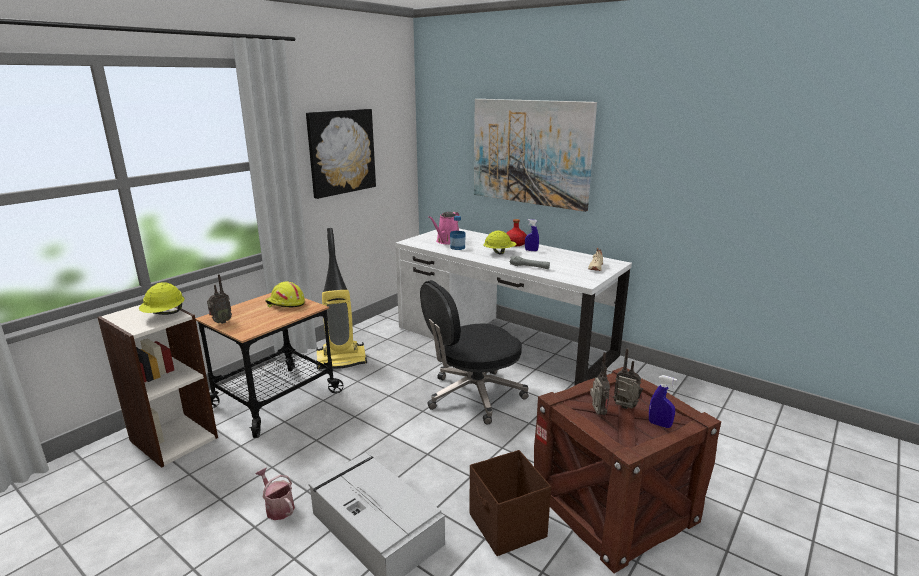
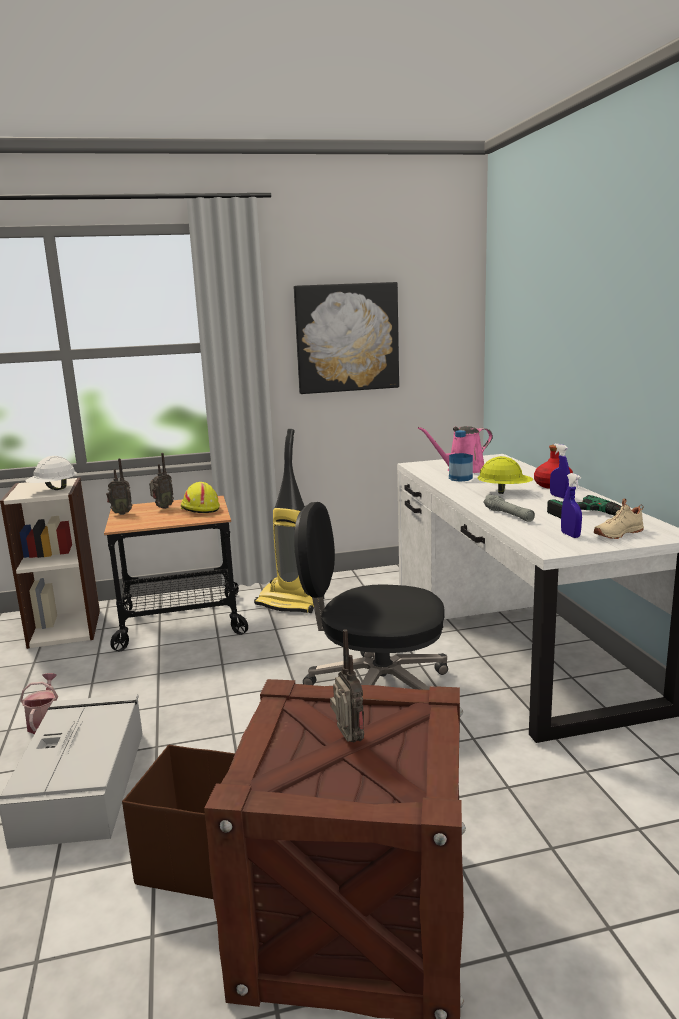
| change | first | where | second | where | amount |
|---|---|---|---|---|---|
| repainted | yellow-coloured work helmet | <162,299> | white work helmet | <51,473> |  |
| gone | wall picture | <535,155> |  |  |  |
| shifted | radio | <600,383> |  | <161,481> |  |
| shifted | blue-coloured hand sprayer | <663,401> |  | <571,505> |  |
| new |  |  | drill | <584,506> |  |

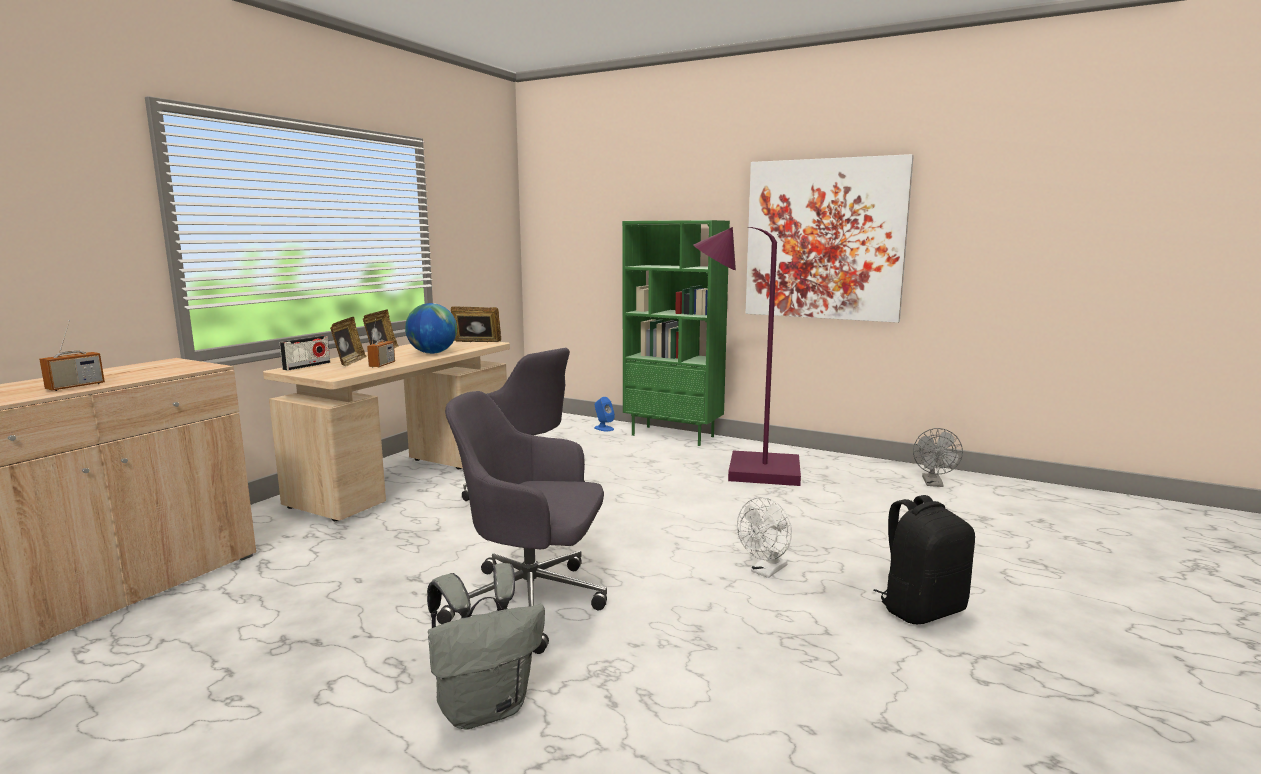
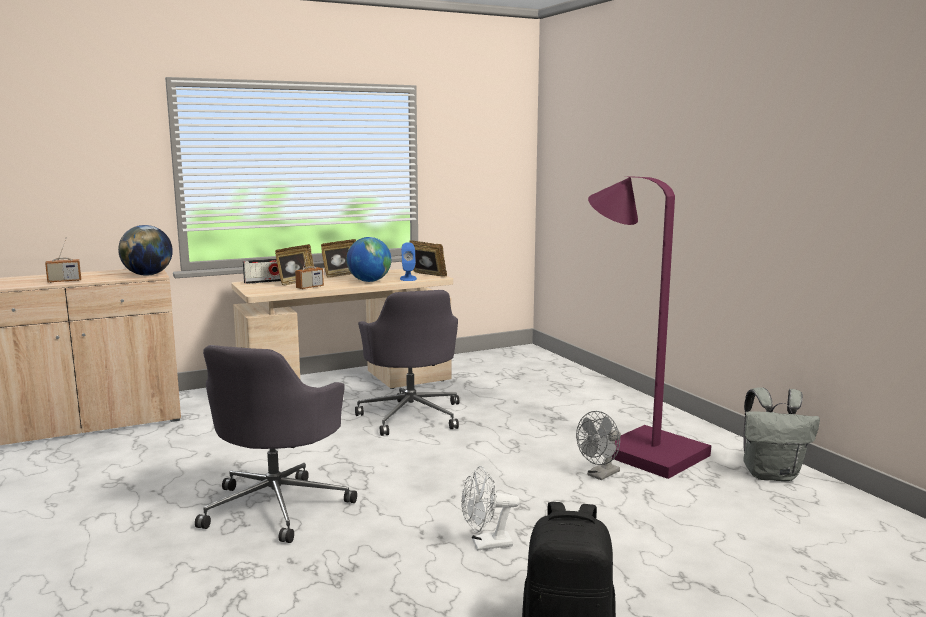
| change | first | where | second | where | amount |
|---|---|---|---|---|---|
| shifted | gray backpack | <486,646> |  | <781,434> |  |
| rotated | gray desk chair | <522,522> |  | <276,444> | 120 degrees counterclockwise |
| shifted | blue-coloured audio speaker | <604,414> |  | <408,261> |  |
| gone | green-coloured bookcase | <676,333> |  |  |  |
| gone | wall picture | <829,238> |  |  |  |
| shifted | gray electric fan | <938,457> |  | <598,445> |  |
| new |  |  | desk globe | <145,250> |  |

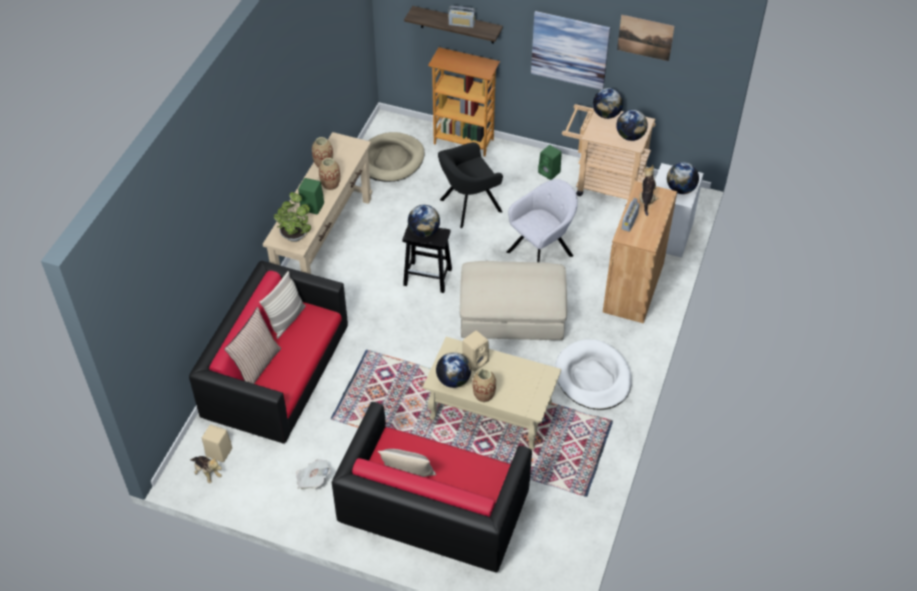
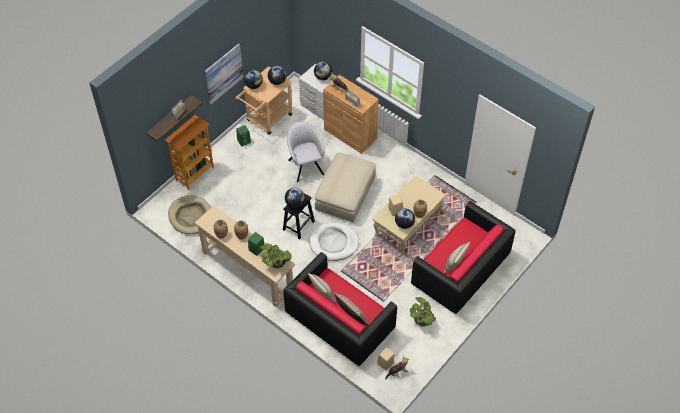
| change | first | where | second | where | amount |
|---|---|---|---|---|---|
| swapped | newspaper | <313,474> | houseplant | <423,312> |  |
| gone | black armchair | <470,185> |  |  |  |
| shifted | white pet bed | <593,374> |  | <334,242> |  |
| gone | wall picture | <646,38> |  |  |  |

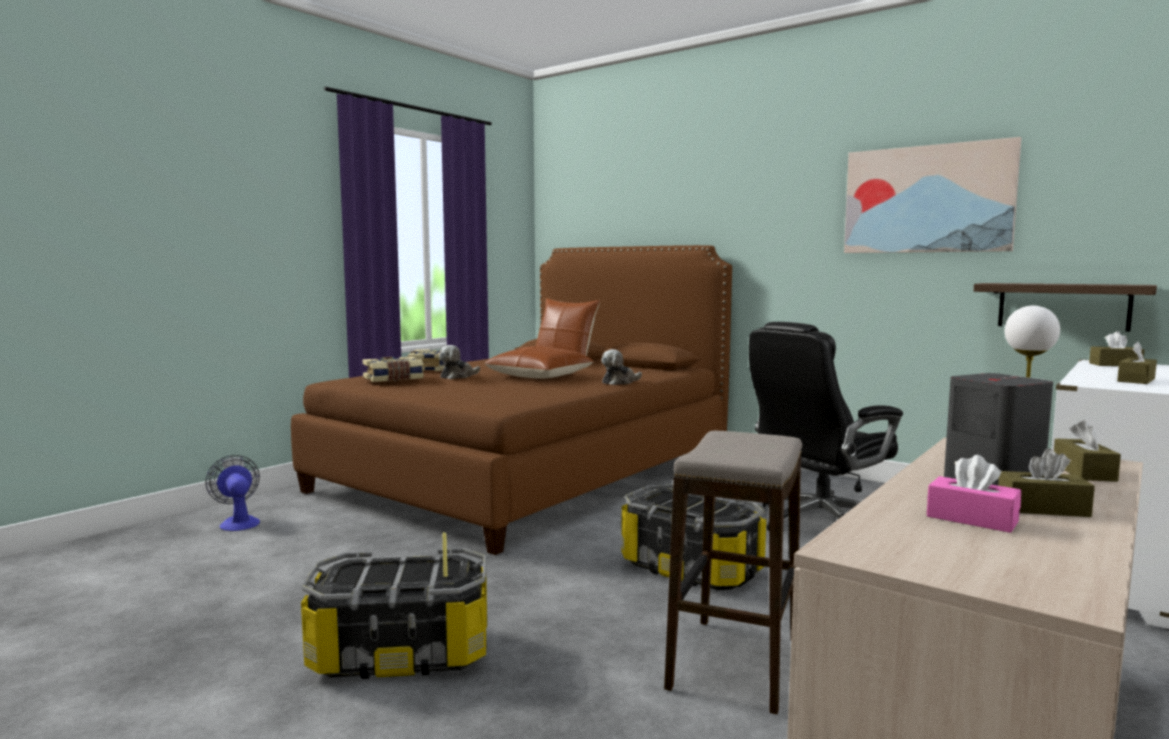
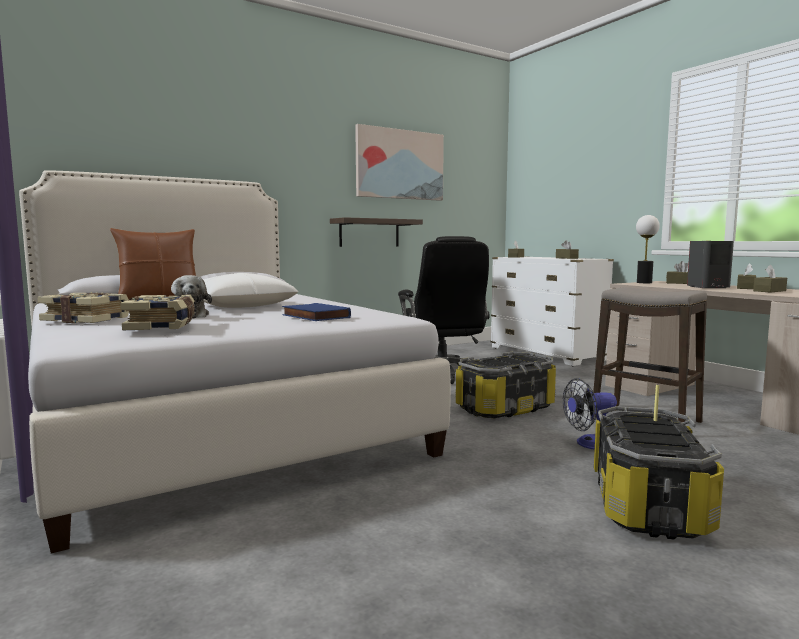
| change | first | where | second | where | amount |
|---|---|---|---|---|---|
| shifted | electric fan | <232,493> |  | <589,414> |  |
| repainted | brown-coloured bed | <511,400> | white bed | <235,362> |  |
| repainted | brown-coloured cushion | <539,362> | white cushion | <250,290> |  |
| gone | cuddly toy | <621,367> |  |  |  |
| repainted | pink tissue box | <974,494> | brown-coloured tissue box | <770,279> |  |
| shifted | wall shelf | <1065,307> |  | <376,232> |  |
| new |  |  | blue-coloured book | <316,312> |  |

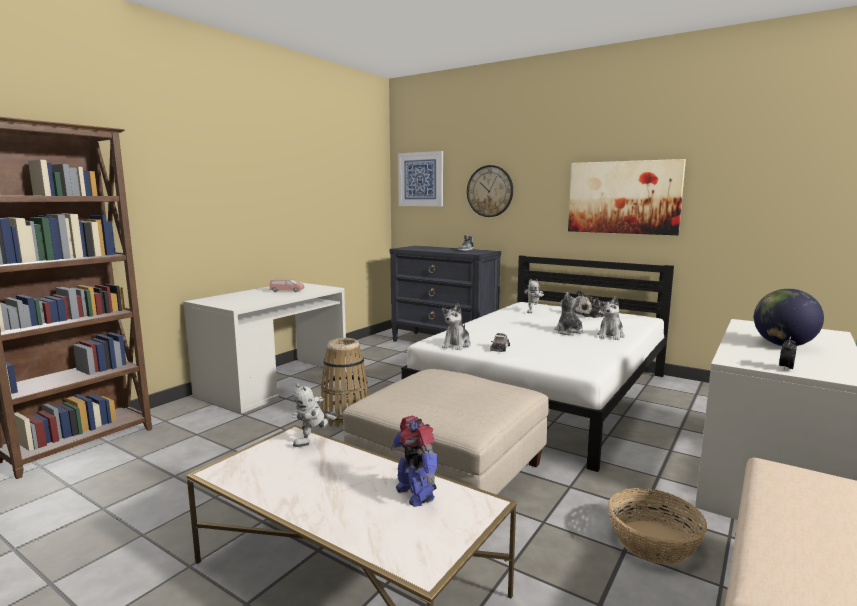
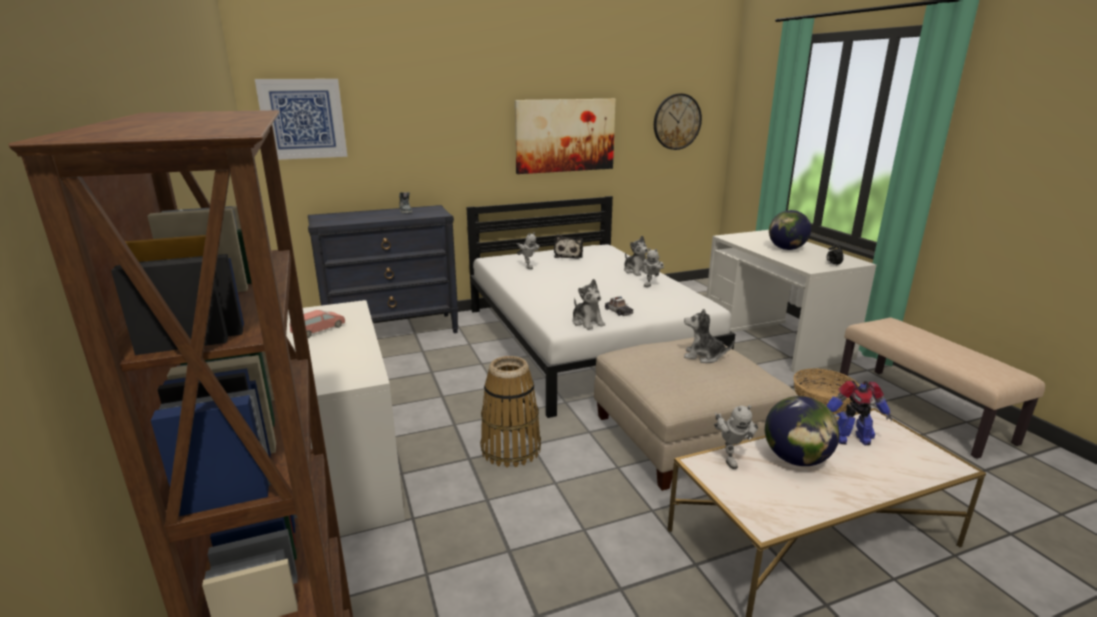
| change | first | where | second | where | amount |
|---|---|---|---|---|---|
| shifted | hanging clock | <490,191> |  | <678,121> |  |
| shifted | cuddly toy | <568,313> |  | <709,336> |  |
| new |  |  | model robot | <653,267> |  |
| new |  |  | desk globe | <802,431> |  |

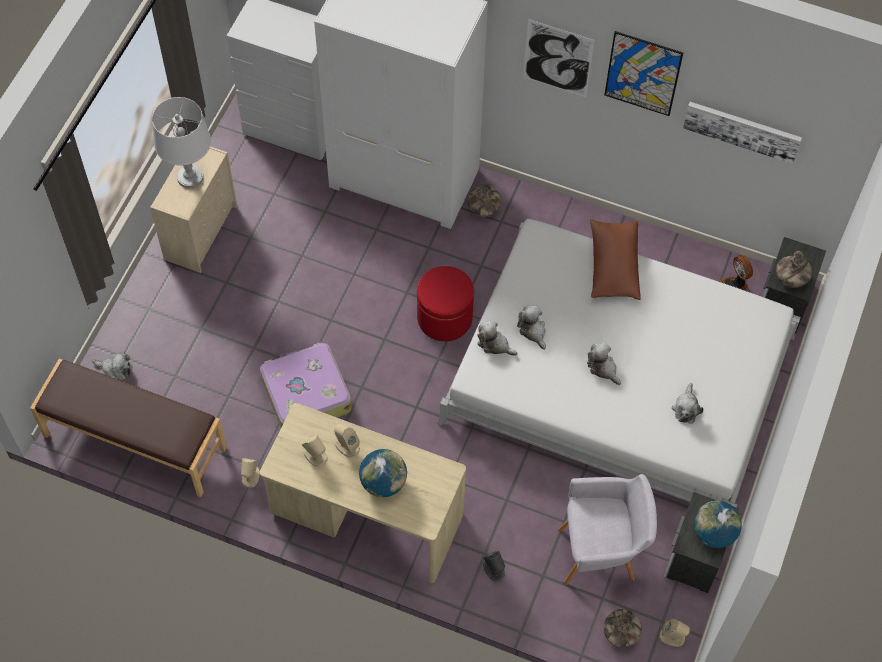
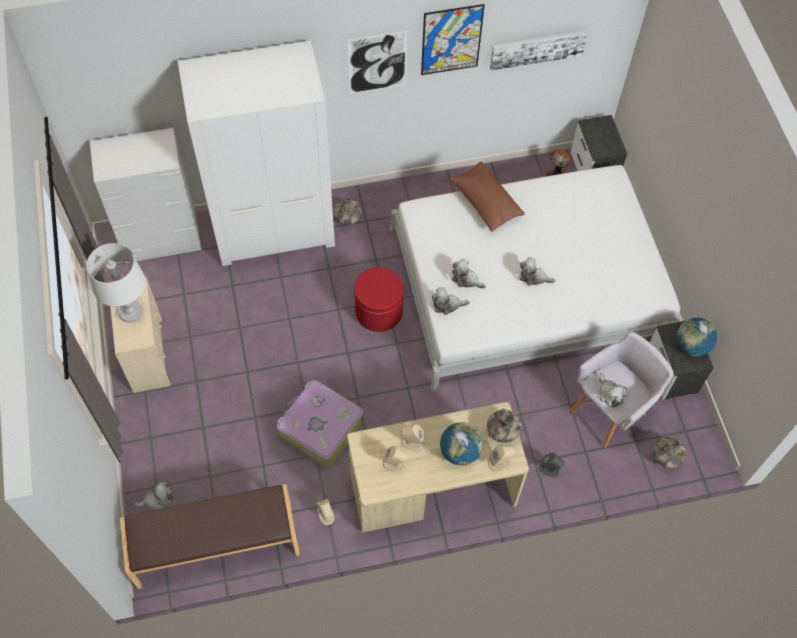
| change | first | where | second | where | amount |
|---|---|---|---|---|---|
| shifted | sand-coloured audio speaker | <674,633> |  | <501,459> |  |
| shifted | cuddly toy | <687,403> |  | <613,390> |  |
| shifted | flower vase | <794,269> |  | <504,426> |  |

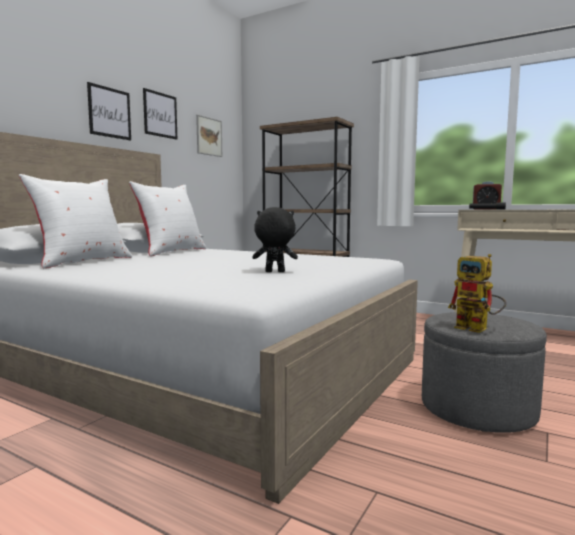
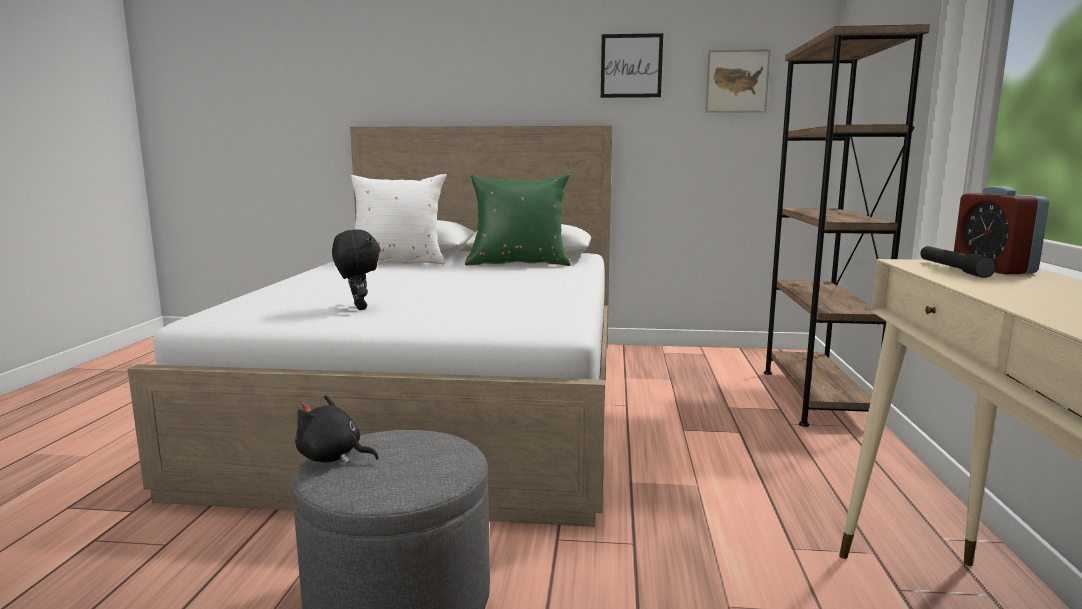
| change | first | where | second | where | amount |
|---|---|---|---|---|---|
| gone | wall picture | <109,111> |  |  |  |
| repainted | white cushion | <168,218> | green-coloured cushion | <518,220> |  |
| swapped | model robot | <477,293> | black cuddly toy | <337,429> |  |

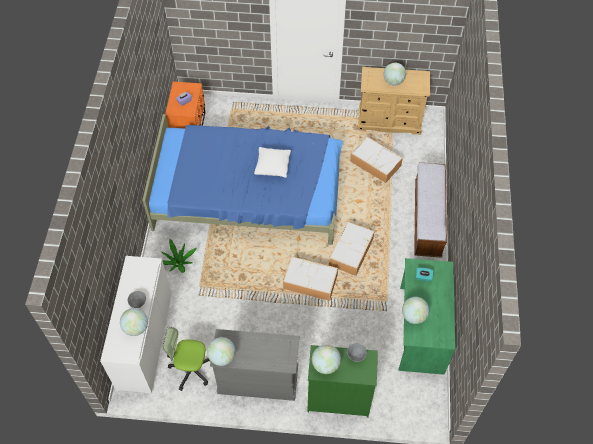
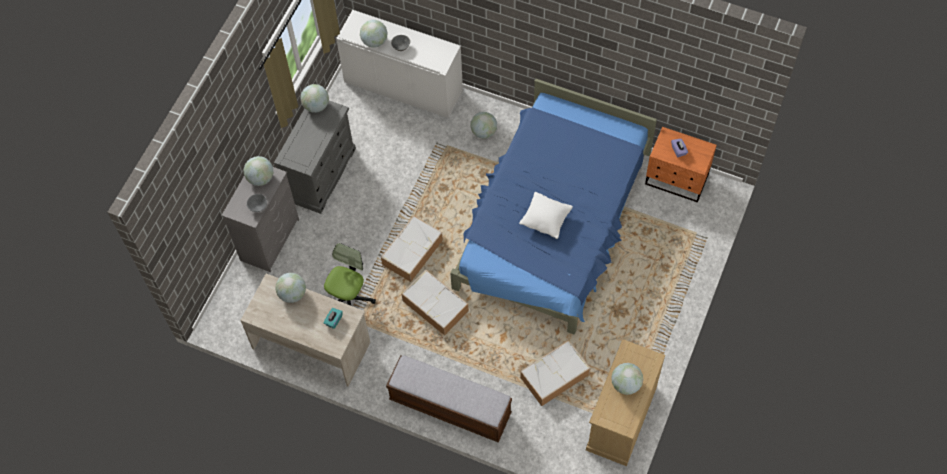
| change | first | where | second | where | amount |
|---|---|---|---|---|---|
| swapped | houseplant | <179,256> | desk globe | <483,125> |  |
| shifted | desk chair | <186,359> |  | <350,274> |  |
| repainted | green-coloured chest of drawers | <342,381> | gray chest of drawers | <260,219> |  |
| repainted | green-coloured desk | <427,316> | sand-coloured desk | <305,330> |  |

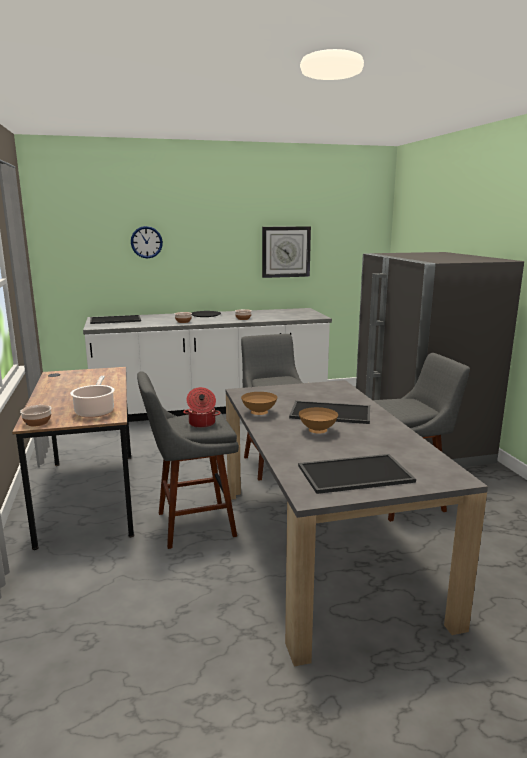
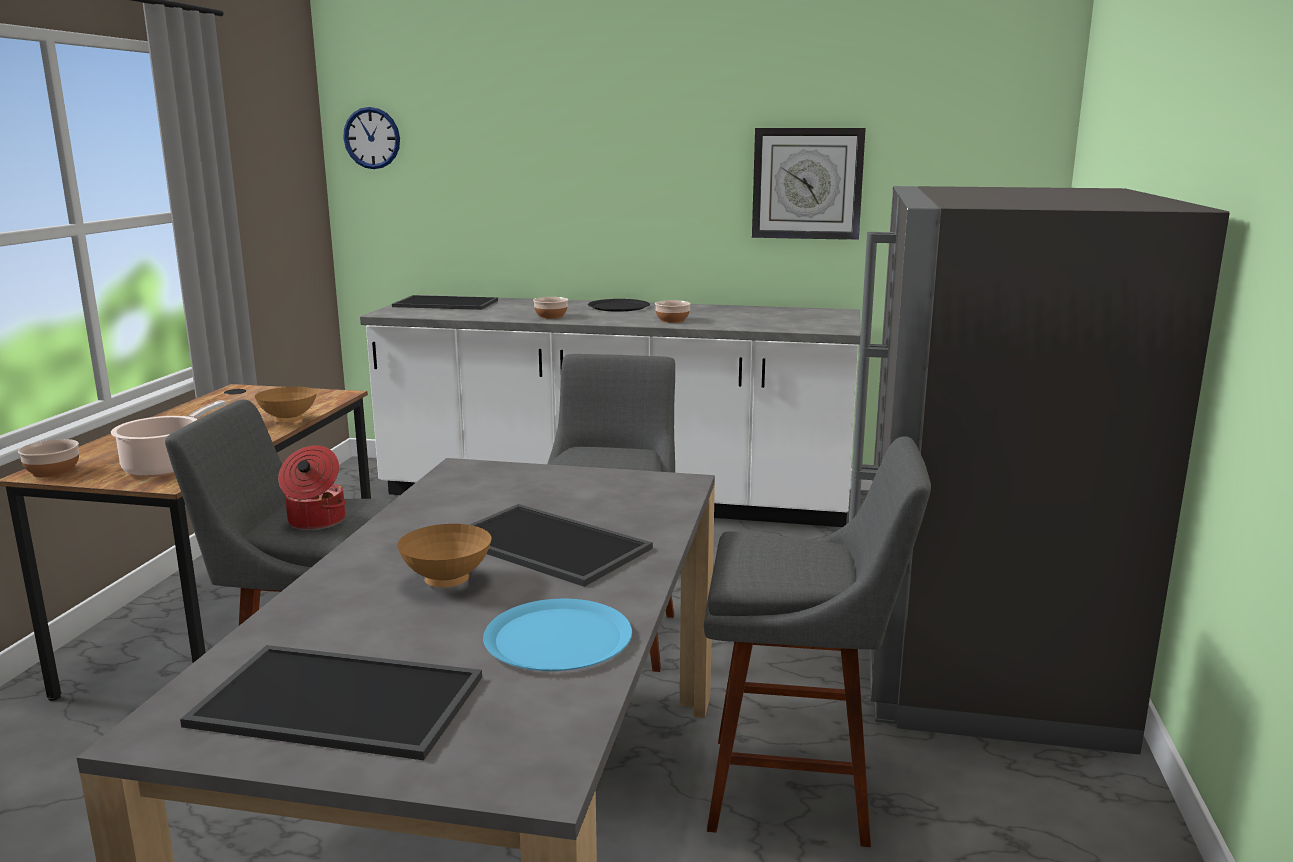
| change | first | where | second | where | amount |
|---|---|---|---|---|---|
| shifted | hanging clock | <147,242> |  | <371,138> |  |
| shifted | brown-coloured bowl | <259,403> |  | <286,404> |  |
| new |  |  | blue-coloured flat dish | <557,635> |  |

